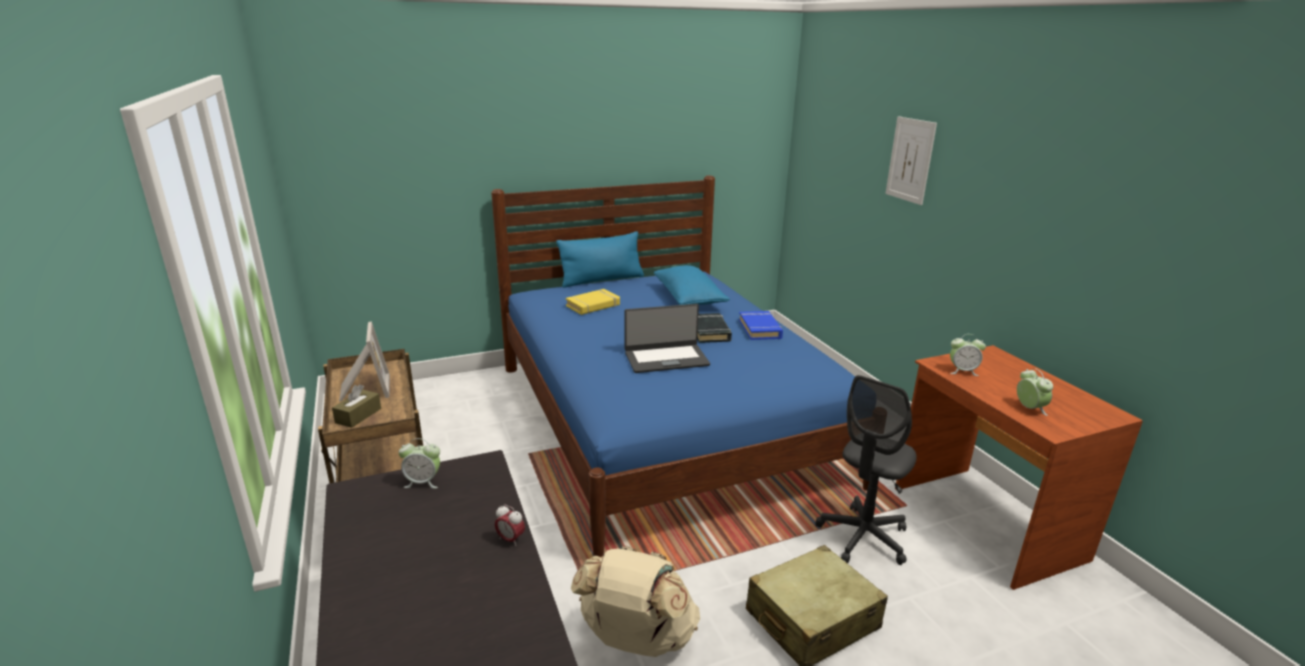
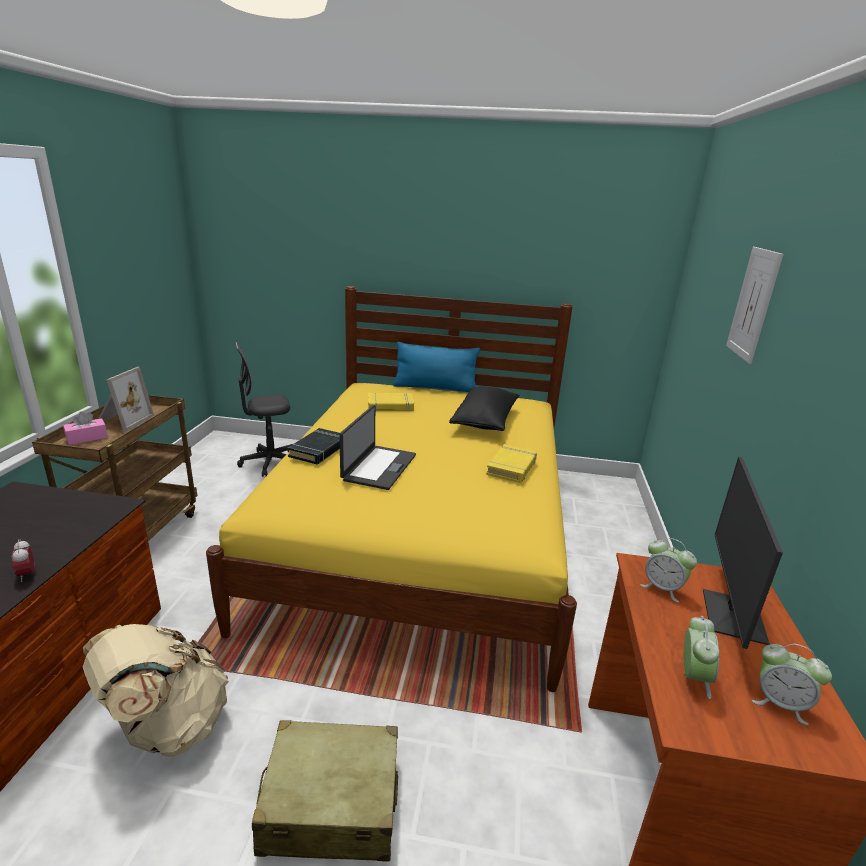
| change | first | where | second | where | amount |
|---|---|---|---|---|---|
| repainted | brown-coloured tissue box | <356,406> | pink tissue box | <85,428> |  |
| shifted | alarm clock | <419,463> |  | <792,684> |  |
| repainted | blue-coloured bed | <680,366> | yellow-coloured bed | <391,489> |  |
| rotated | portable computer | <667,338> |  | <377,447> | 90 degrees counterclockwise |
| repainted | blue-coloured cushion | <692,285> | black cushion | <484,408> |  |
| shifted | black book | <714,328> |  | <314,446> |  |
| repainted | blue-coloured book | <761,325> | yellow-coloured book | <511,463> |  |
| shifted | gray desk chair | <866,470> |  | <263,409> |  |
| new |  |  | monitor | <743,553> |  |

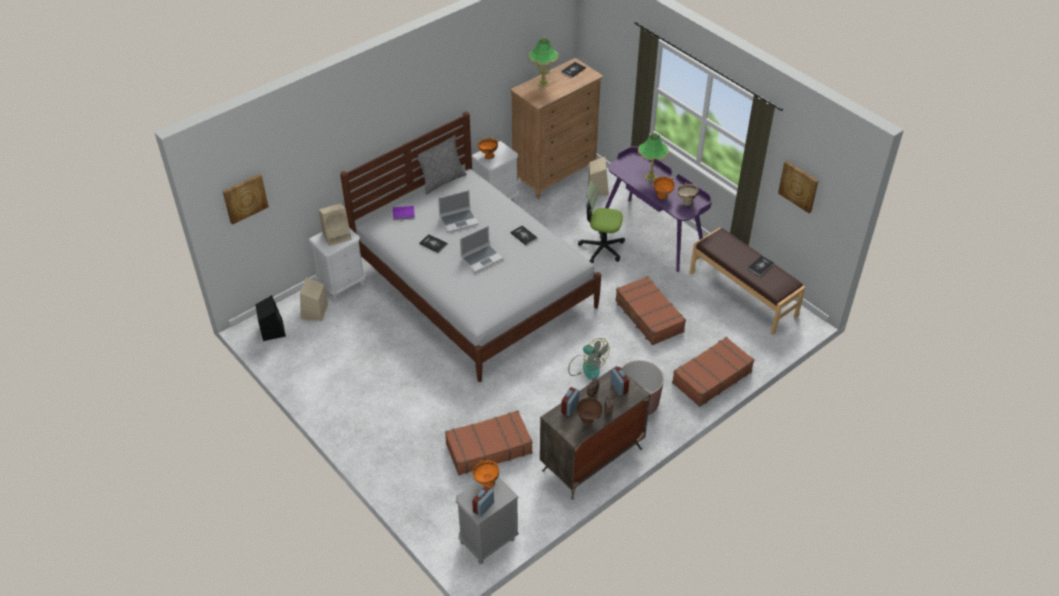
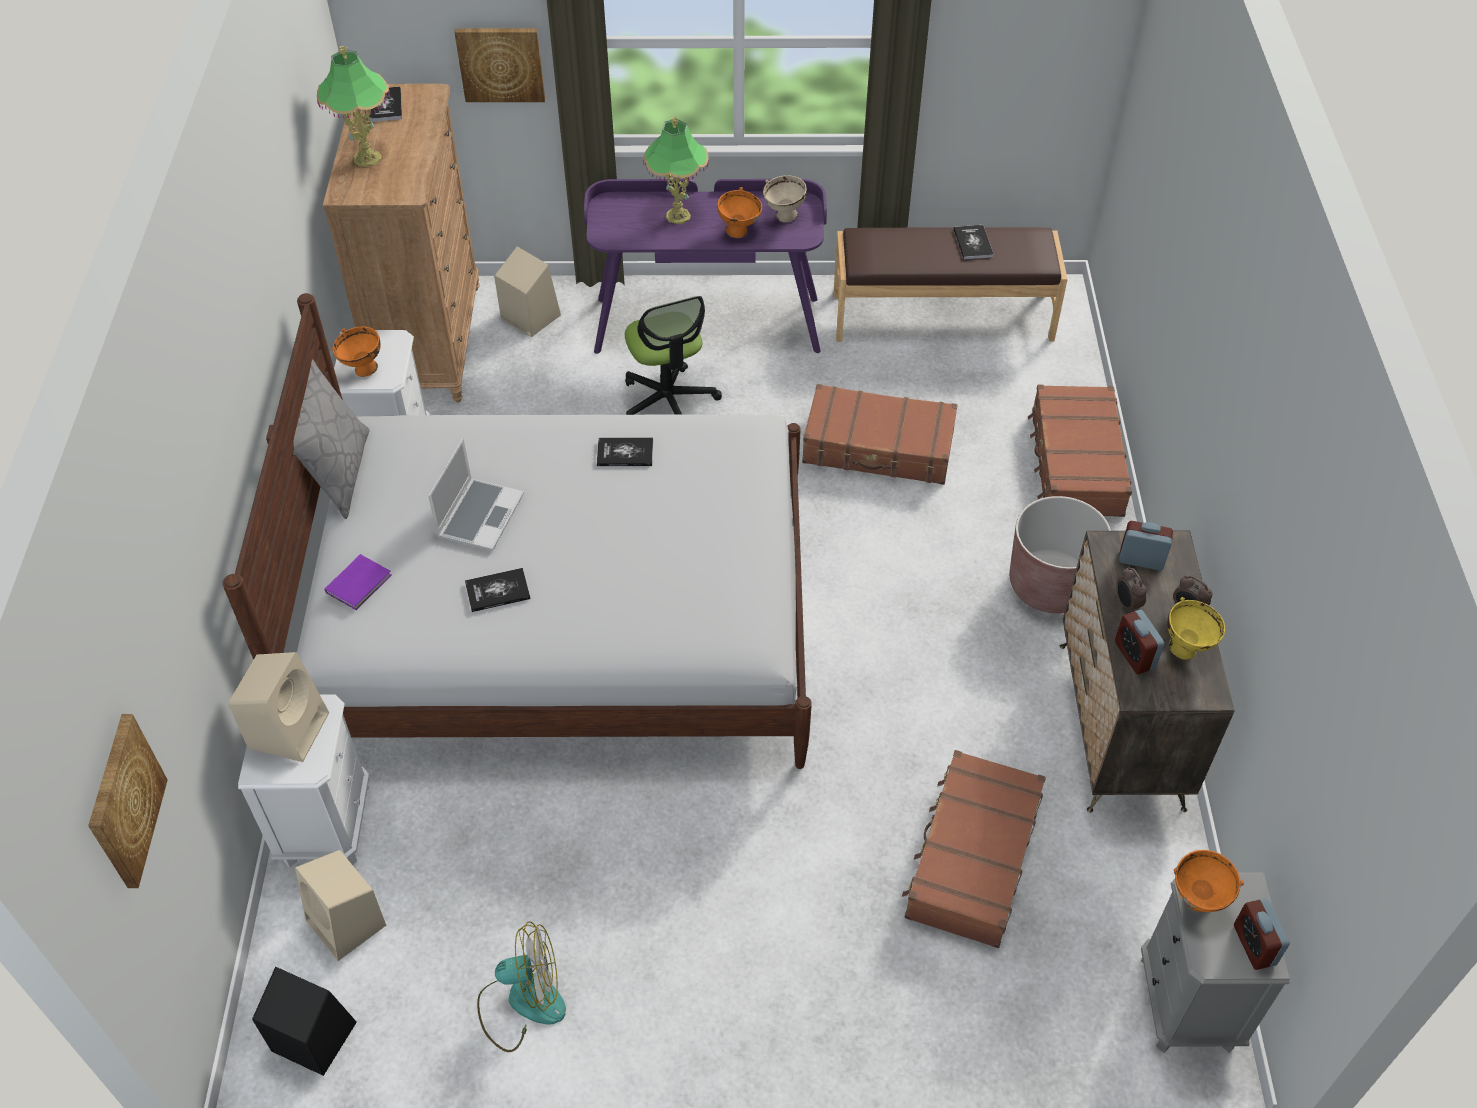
| change | first | where | second | where | amount |
|---|---|---|---|---|---|
| gone | portable computer | <481,249> |  |  |  |
| shifted | electric fan | <588,359> |  | <521,986> |  |
| repainted | brown-coloured bowl | <590,411> | yellow-coloured bowl | <1196,628> |  |
| rotated | desk chair | <601,222> |  | <673,355> | 75 degrees counterclockwise |
| shifted | wall picture | <798,187> |  | <499,65> |  |

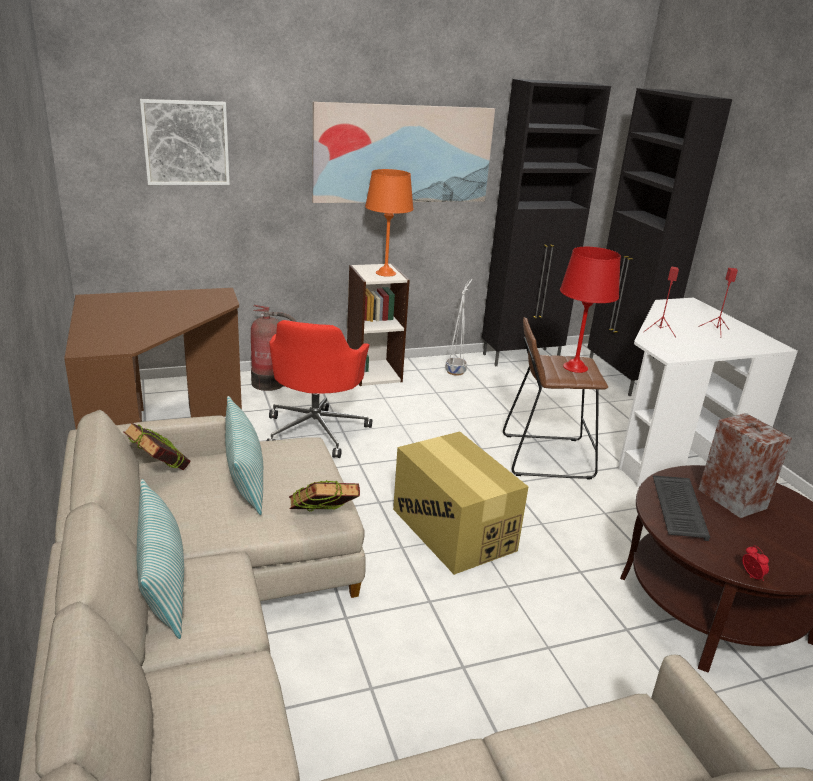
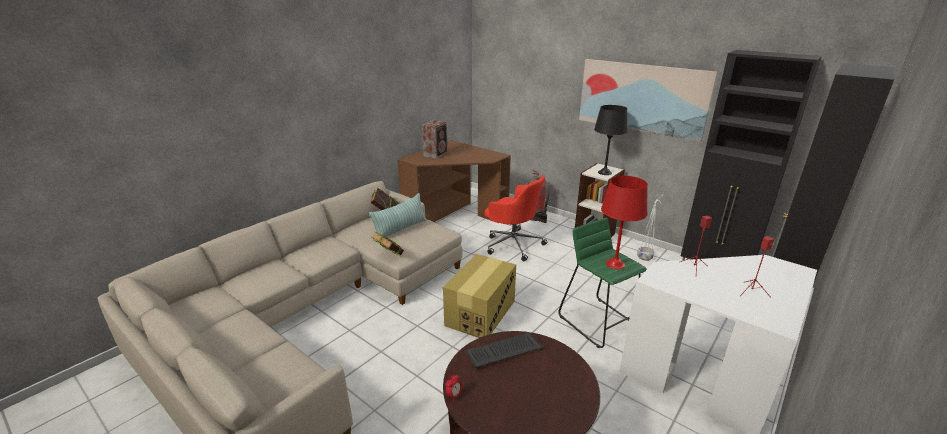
| change | first | where | second | where | amount |
|---|---|---|---|---|---|
| gone | cushion | <160,559> |  |  |  |
| gone | wall picture | <185,142> |  |  |  |
| rotated | reddish desk chair | <319,389> |  | <516,218> | 120 degrees counterclockwise |
| repainted | orangey tabletop lamp | <389,223> | black tabletop lamp | <611,140> |  |
| repainted | brown-coloured stool seat | <555,398> | green-coloured stool seat | <602,283> |  |
| shifted | audio speaker | <745,465> |  | <435,139> |  |

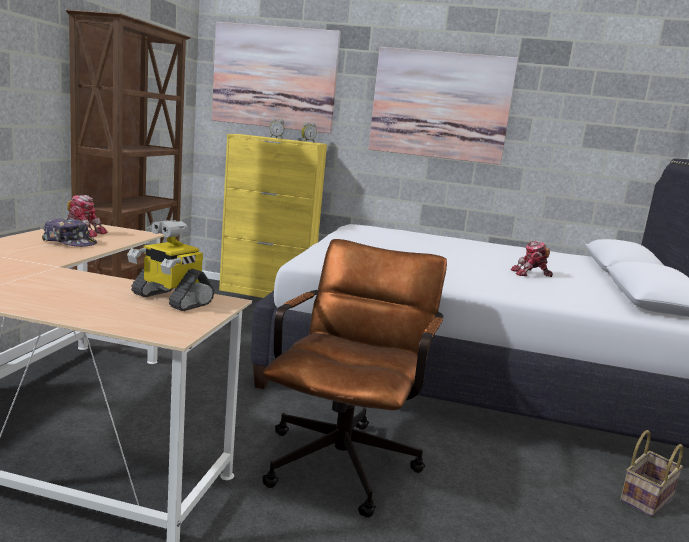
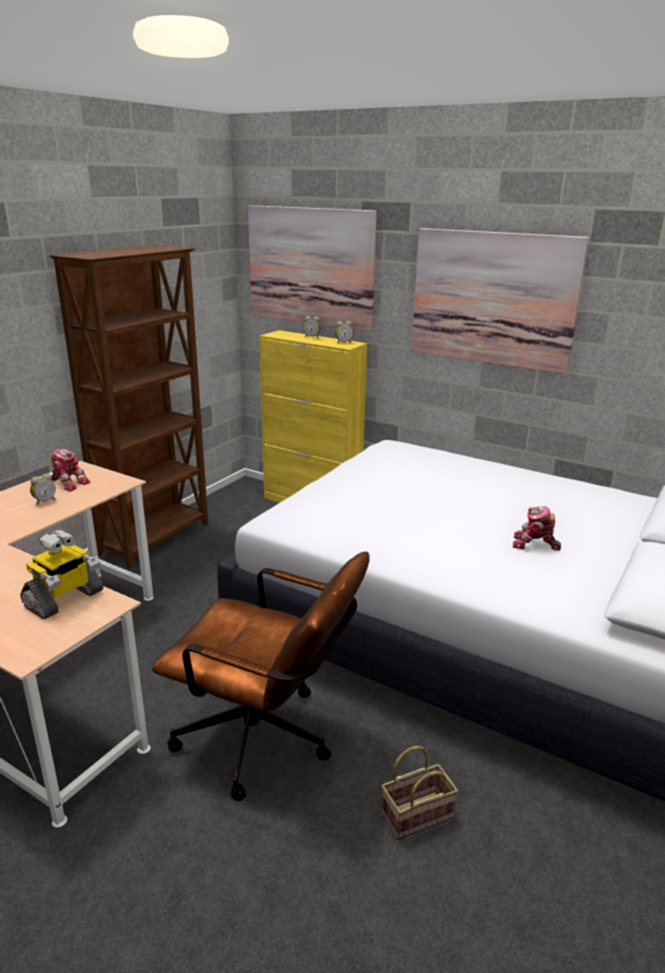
| change | first | where | second | where | amount |
|---|---|---|---|---|---|
| swapped | baseball cap | <69,232> | alarm clock | <43,489> |  |
| rotated | model robot | <170,265> |  | <62,574> | 105 degrees counterclockwise |
| rotated | brown-coloured desk chair | <354,378> |  | <261,676> | 75 degrees clockwise |
| shifted | storage basket | <651,473> |  | <419,793> |  |

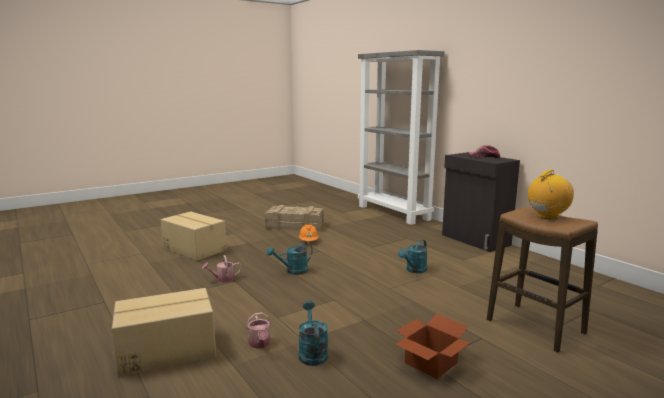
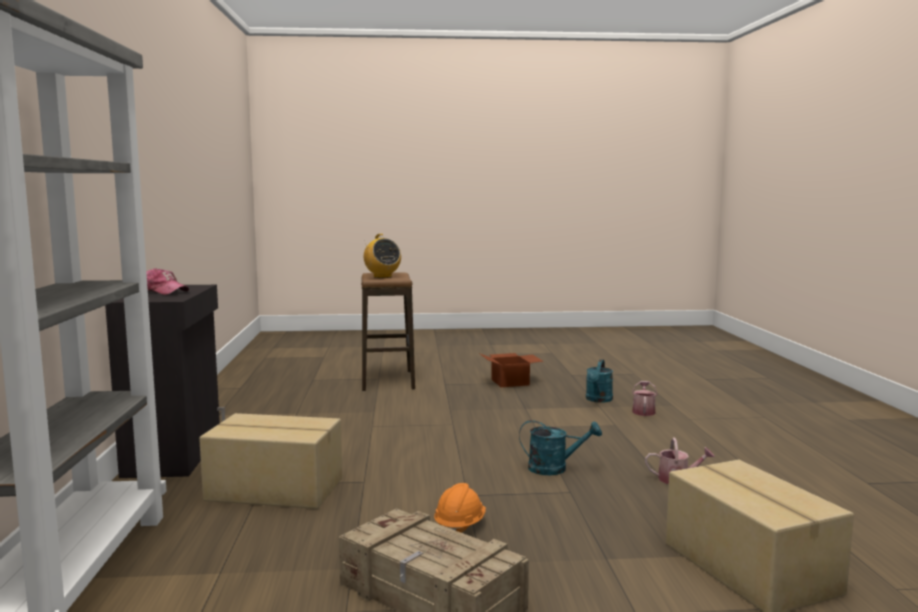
| change | first | where | second | where | amount |
|---|---|---|---|---|---|
| shifted | carton | <164,332> |  | <270,461> |  |
| gone | blue-green watering pot | <413,256> |  |  |  |
| rotated | radio | <551,194> |  | <382,256> | 120 degrees counterclockwise |

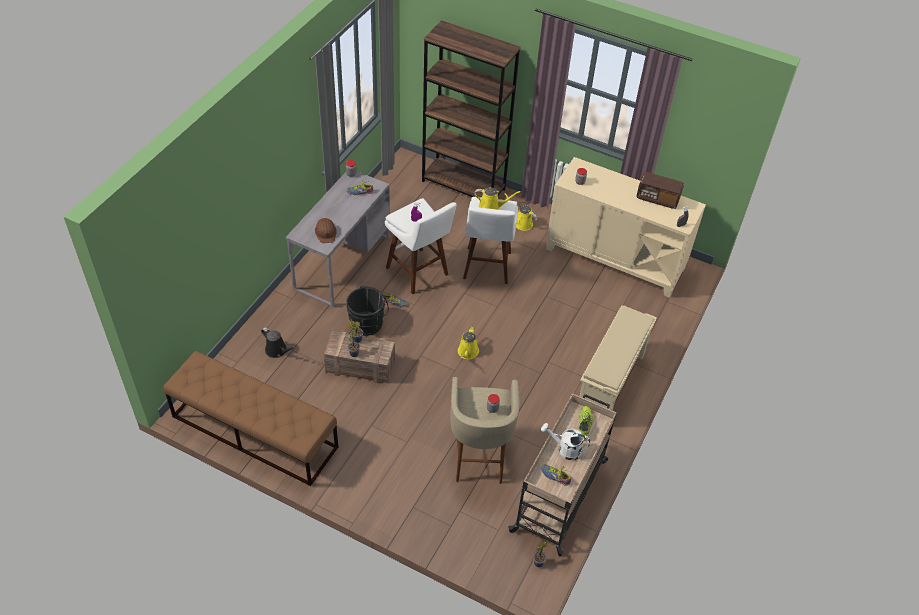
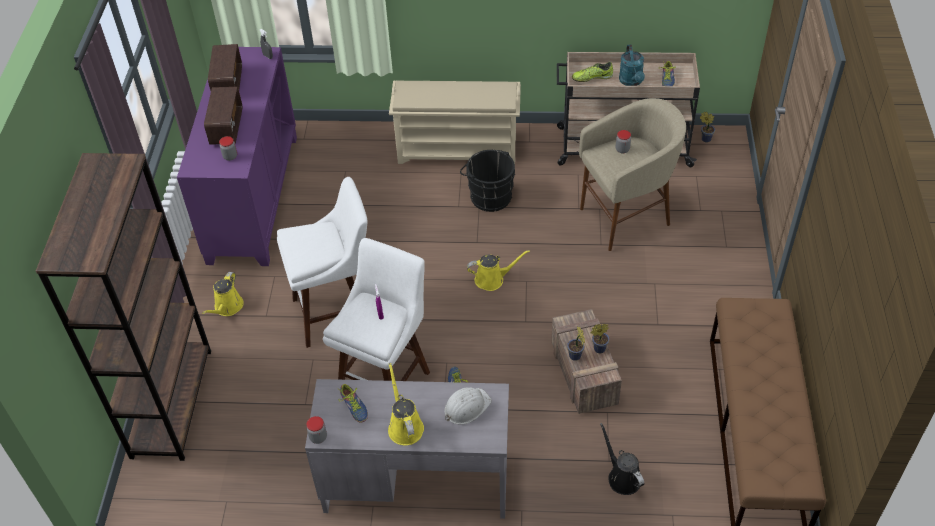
| change | first | where | second | where | amount |
|---|---|---|---|---|---|
| rotated | black watering pot | <278,343> |  | <622,458> | 45 degrees counterclockwise |
| repainted | brown-coloured work helmet | <326,230> | white work helmet | <468,406> |  |
| shifted | black bucket | <367,311> |  | <487,181> |  |
| shifted | yellow-coloured watering pot | <497,198> |  | <406,404> |  |
| repainted | white watering pot | <565,441> | blue-green watering pot | <632,65> |  |
| repainted | sand-coloured cupboard | <626,227> | purple-coloured cupboard | <237,156> |  |
| new |  |  | radio | <223,116> |  |

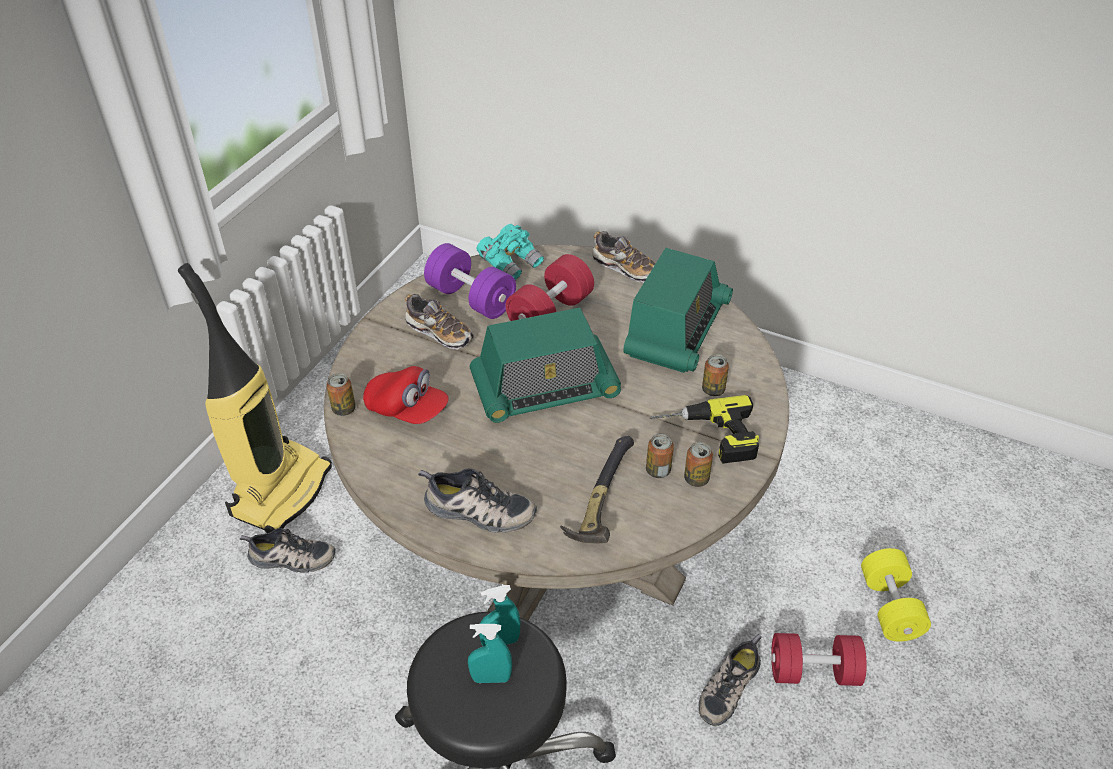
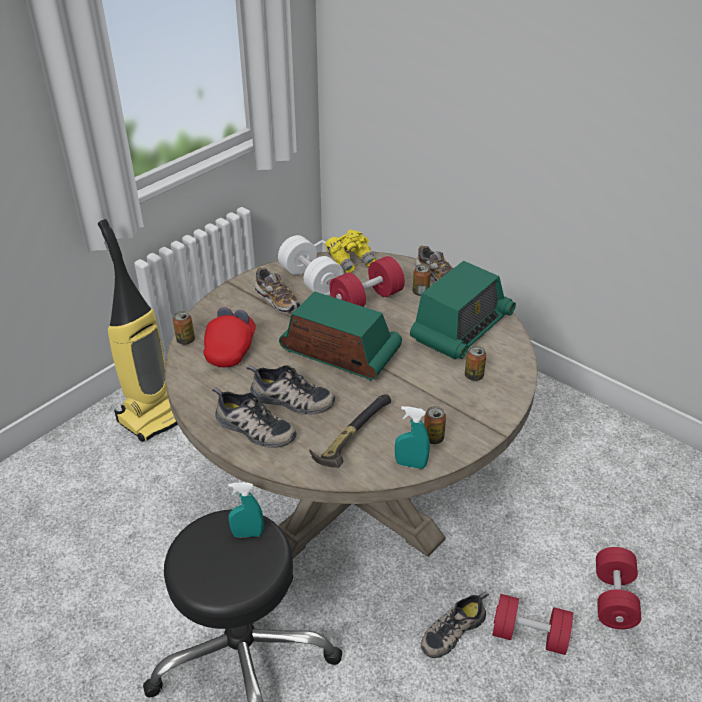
| change | first | where | second | where | amount |
|---|---|---|---|---|---|
| shifted | shoe | <288,550> |  | <290,390> |  |
| rotated | reddish baseball cap | <406,395> |  | <229,337> | 120 degrees counterclockwise |
| repainted | purple-coloured hand weight | <470,281> | white hand weight | <311,265> |  |
| shifted | blue-green hand sprayer | <490,653> |  | <412,437> |  |
| rotated | radio | <545,365> |  | <340,336> | 150 degrees counterclockwise |
| repainted | blue-green field glasses | <510,252> | yellow-coloured field glasses | <350,251> |  |
| shifted | can | <660,456> |  | <421,280> |  |
| gone | drill | <704,429> |  |  |  |
| repainted | yellow-coloured hand weight | <896,595> | reddish hand weight | <618,588> |  |

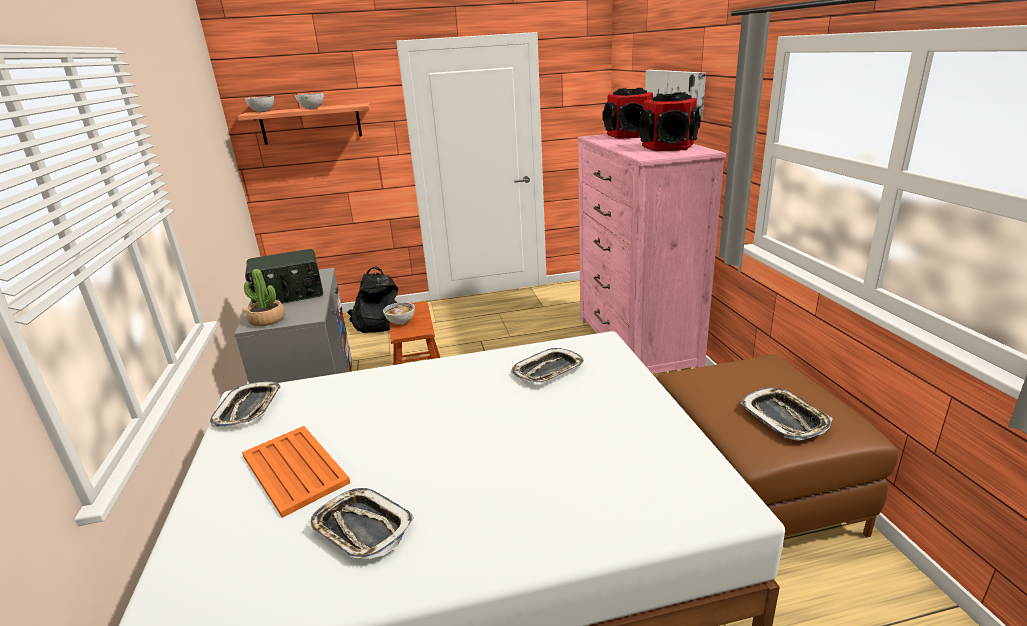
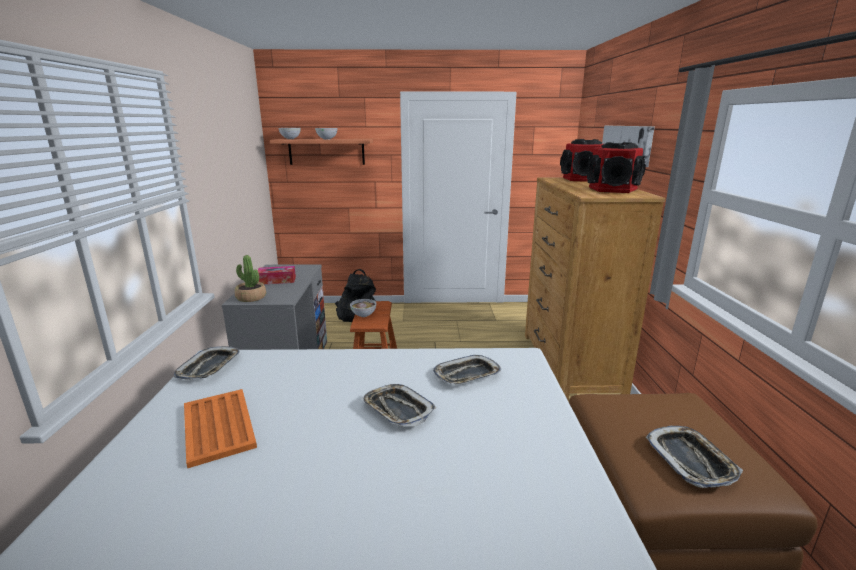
| change | first | where | second | where | amount |
|---|---|---|---|---|---|
| swapped | radio | <284,276> | tissue box | <277,275> |  |
| shifted | tray | <360,523> |  | <398,405> |  |
| repainted | pink chest of drawers | <652,254> | brown-coloured chest of drawers | <595,289> |  |

